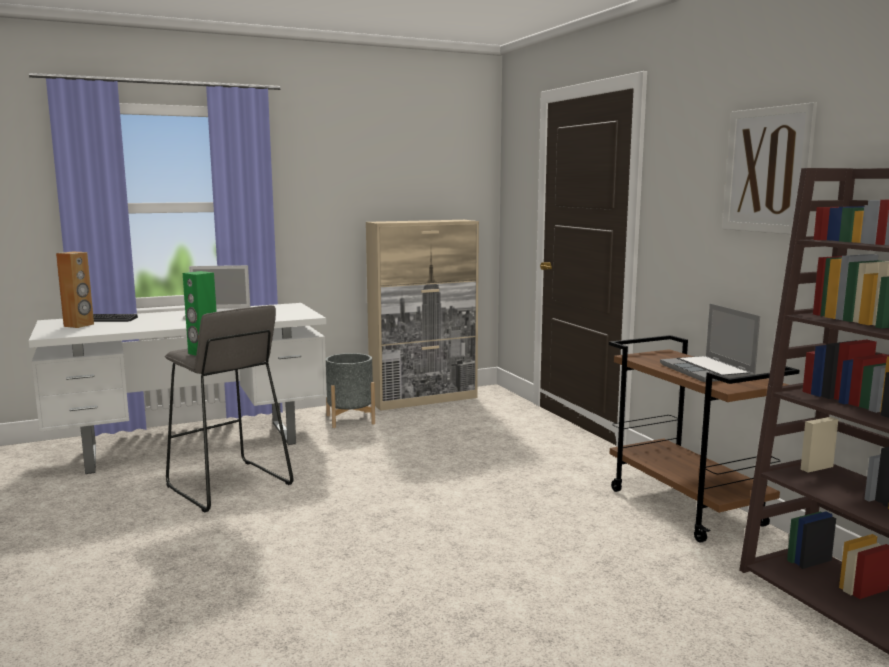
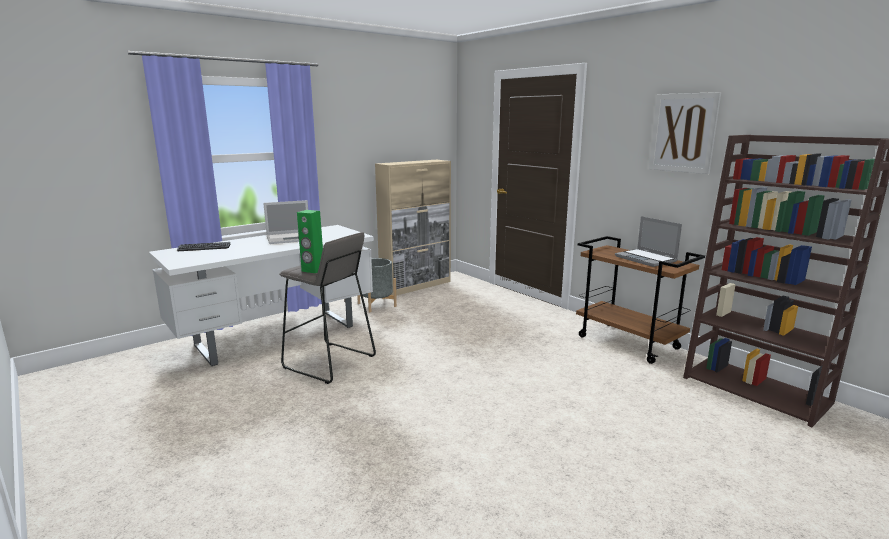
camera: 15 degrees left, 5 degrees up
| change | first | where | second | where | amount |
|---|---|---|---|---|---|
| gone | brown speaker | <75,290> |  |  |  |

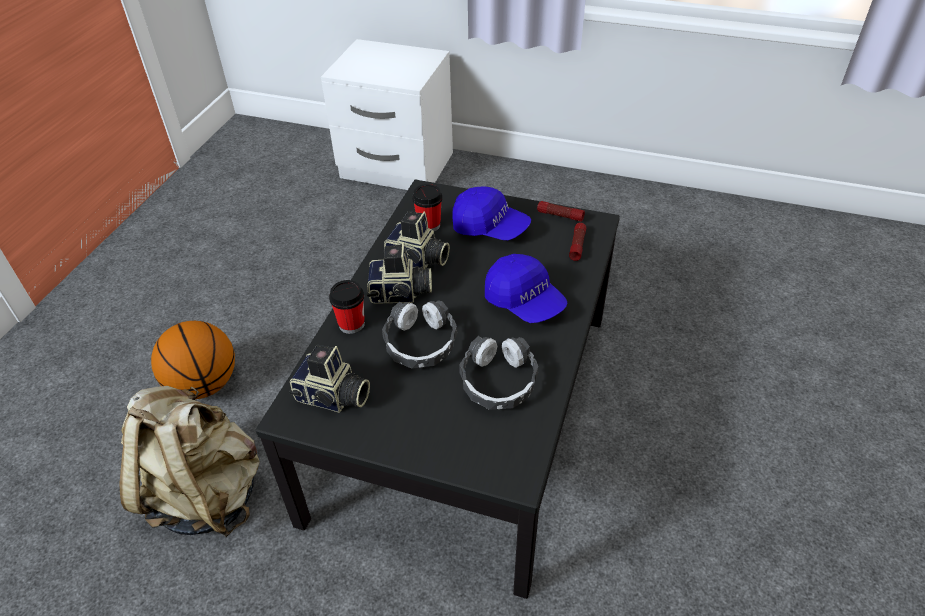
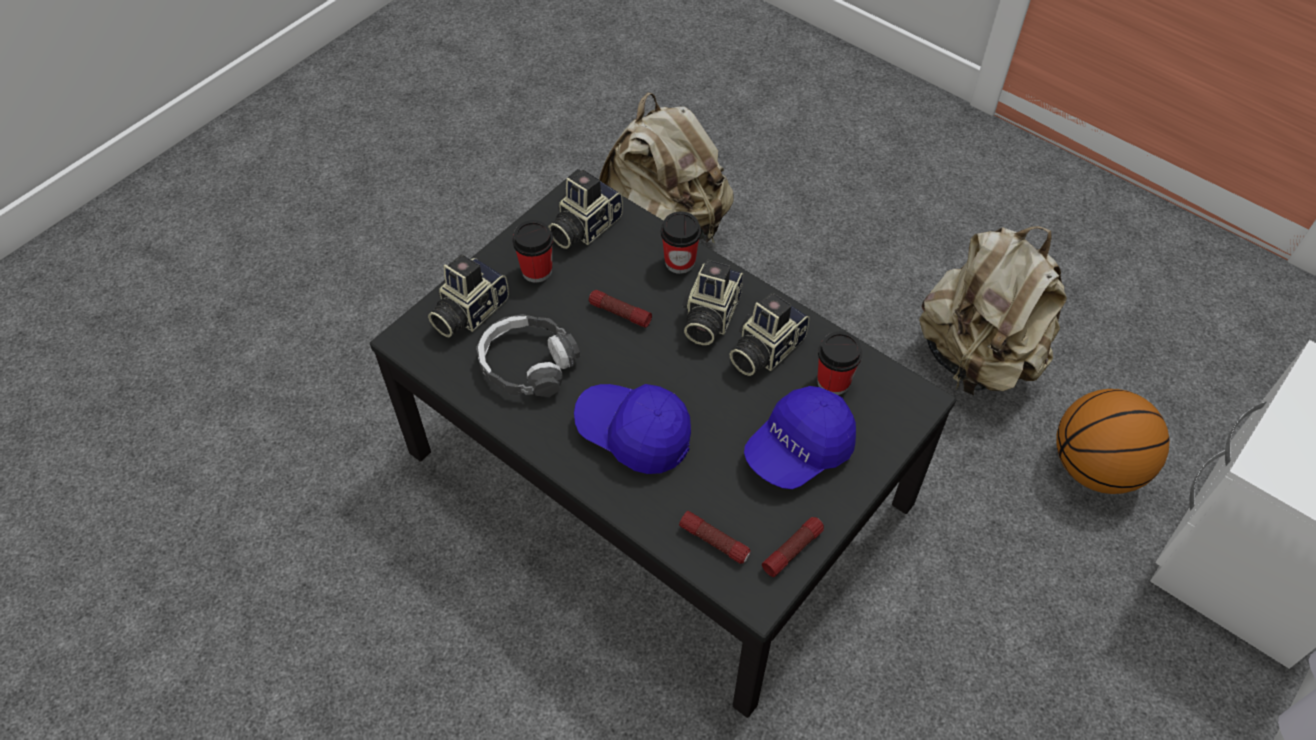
camera: 110 degrees right, 10 degrees up
| change | first | where | second | where | amount |
|---|---|---|---|---|---|
| shifted | basketball | <193,360> |  | <1113,441> |  |
| swapped | headphones | <419,334> | flashlight | <620,309> |  |
| rotated | blue cap | <526,288> |  | <632,429> | 45 degrees clockwise |
| new |  |  | photo camera | <468,295> |  |
| new |  |  | cup | <532,251> |  |
| new |  |  | beige backpack | <993,310> |  |

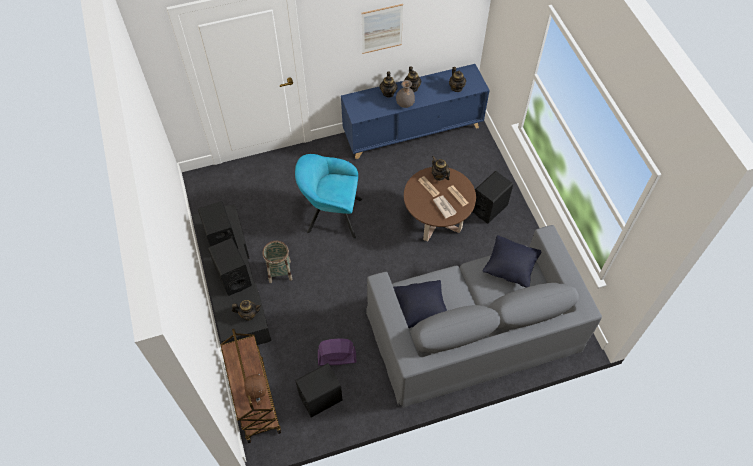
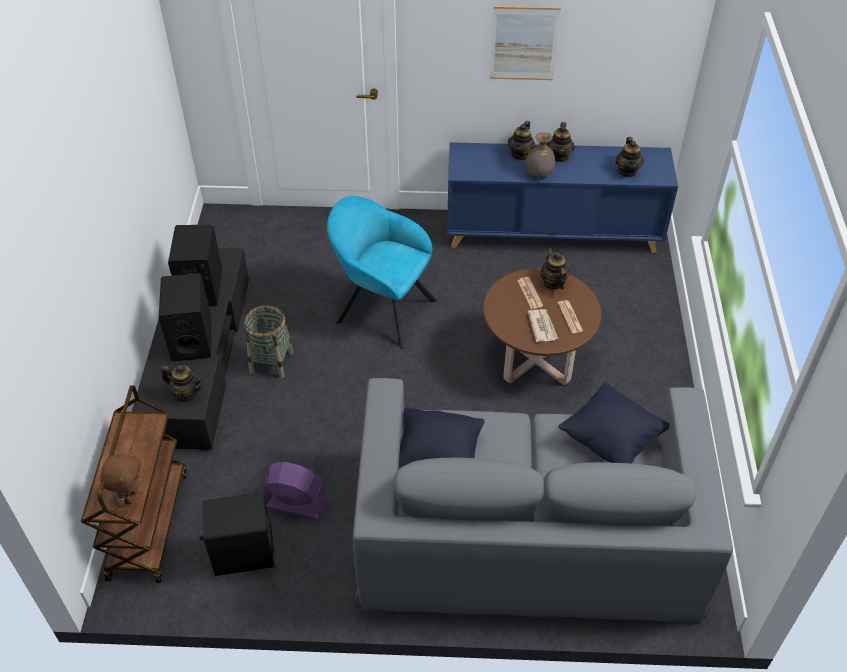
camera: 20 degrees right, 10 degrees down
| change | first | where | second | where | amount |
|---|---|---|---|---|---|
| gone | black speaker | <492,197> |  |  |  |

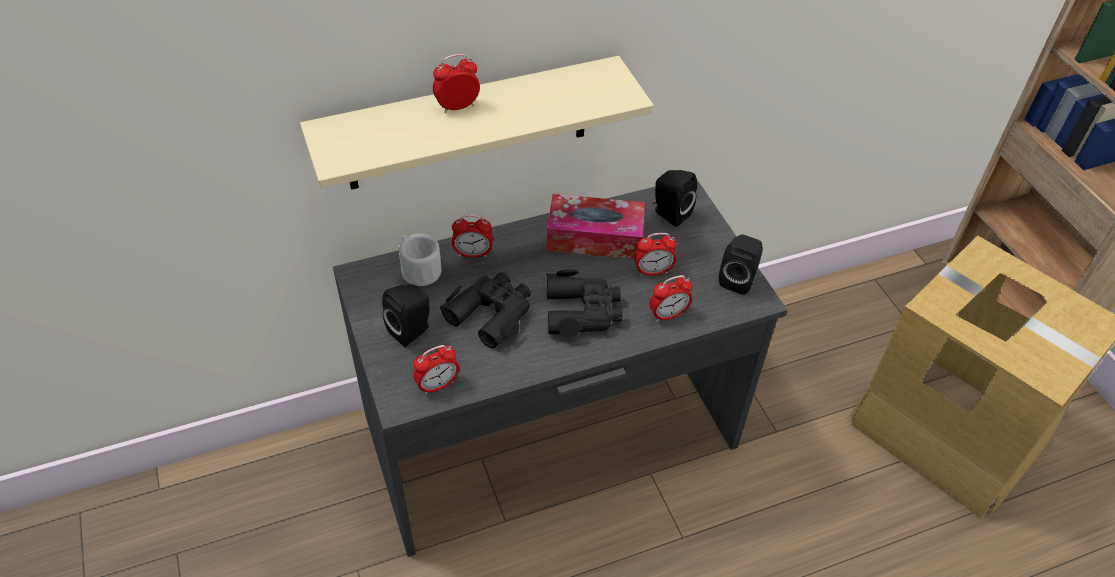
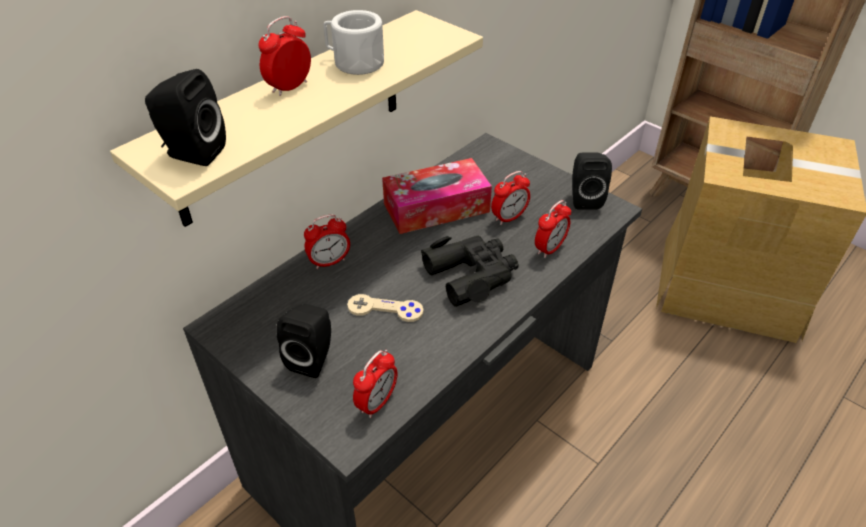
camera: 25 degrees left, 5 degrees down
| change | first | where | second | where | amount |
|---|---|---|---|---|---|
| shifted | white mug | <420,260> |  | <353,42> |  |
| swapped | black binoculars | <485,310> | beige game controller | <385,308> |  |
| shifted | black speaker | <675,198> |  | <185,117> |  |

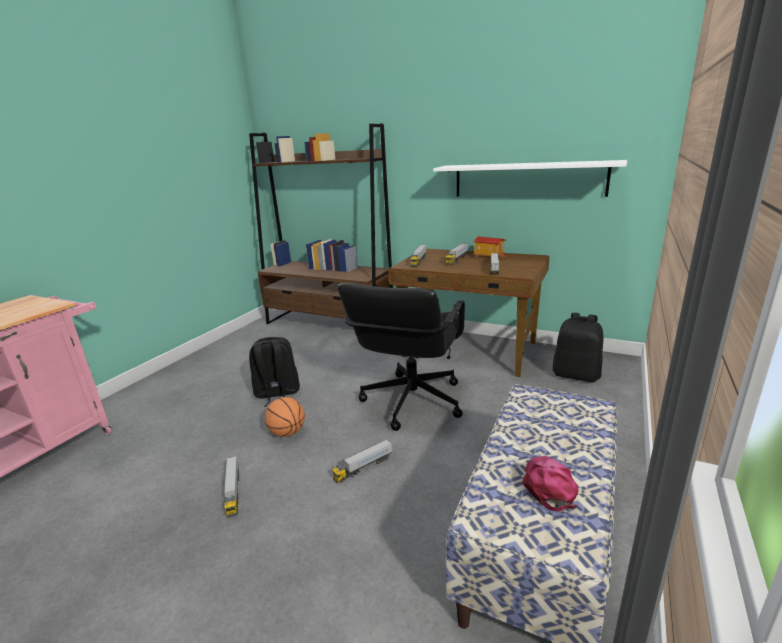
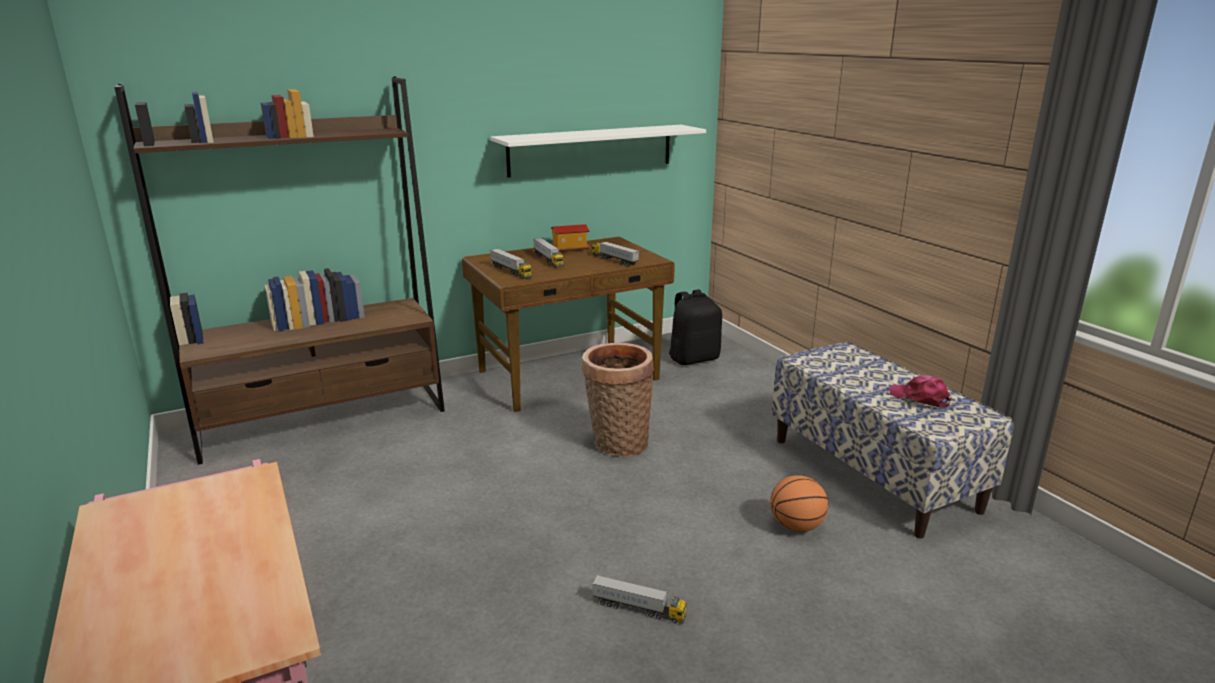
camera: 55 degrees left, 0 degrees up
| change | first | where | second | where | amount |
|---|---|---|---|---|---|
| gone | black backpack | <274,372> |  |  |  |
| shifted | basketball | <285,417> |  | <799,503> |  |
| gone | toy truck | <362,461> |  |  |  |
| swapped | black office chair | <401,357> | basket | <618,400> |  |

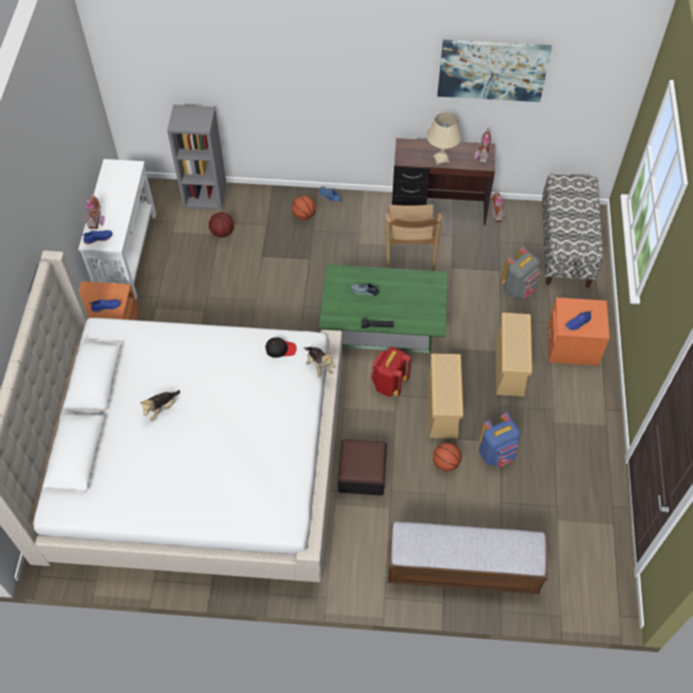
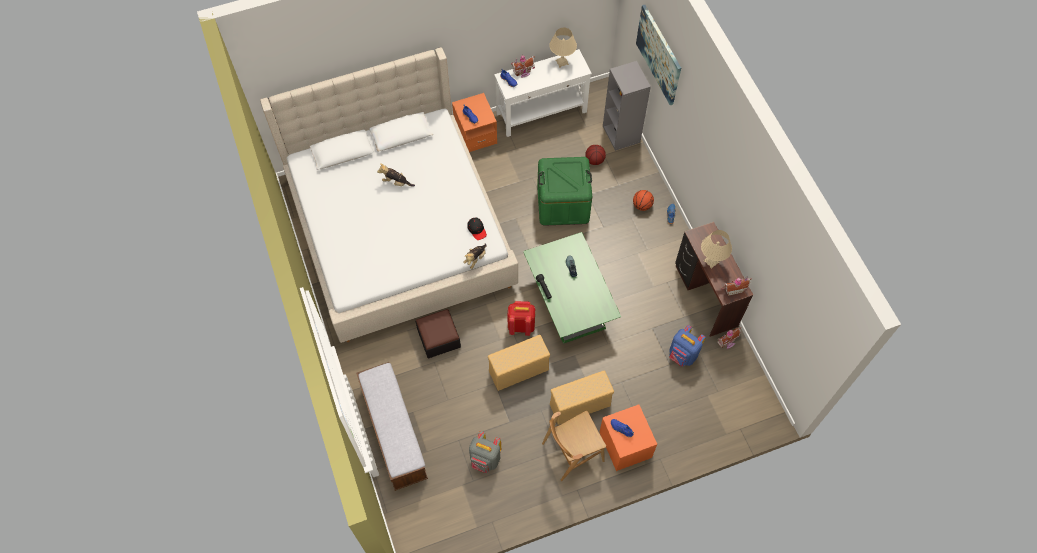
camera: 65 degrees right, 5 degrees up
| change | first | where | second | where | amount |
|---|---|---|---|---|---|
| shifted | brown chair | <413,237> |  | <574,446> |  |
| gone | basketball | <447,457> |  |  |  |
| shifted | picture | <494,71> |  | <658,55> |  |
| shifted | blue backpack | <500,439> |  | <687,345> |  |
| shifted | grey backpack | <521,273> |  | <485,452> |  |
| gone | bench | <572,231> |  |  |  |
| new |  |  | green storage box | <564,191> |  |
| new |  |  | beige table lamp | <563,48> |  |

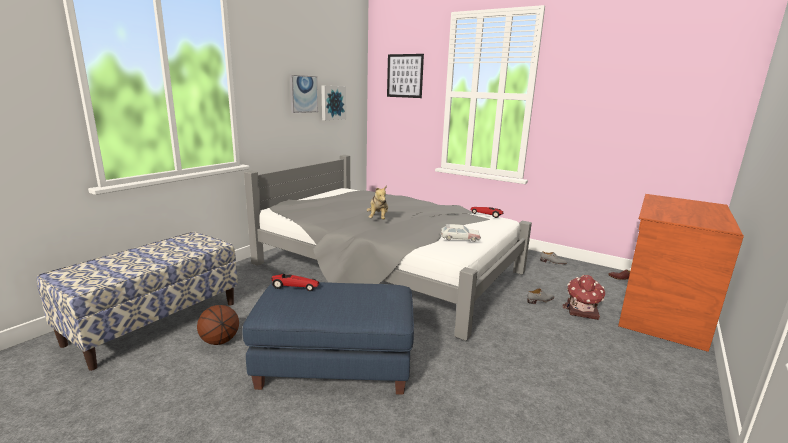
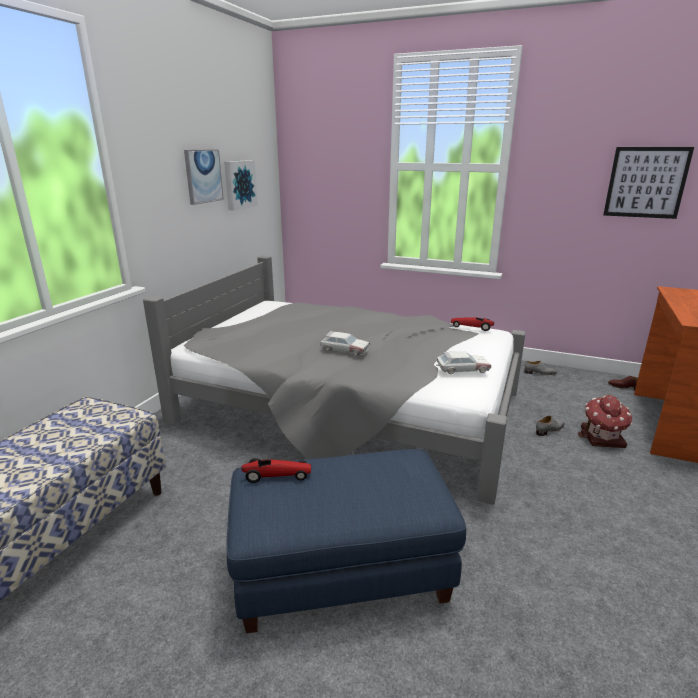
camera: 10 degrees left, 5 degrees up
| change | first | where | second | where | amount |
|---|---|---|---|---|---|
| gone | basketball | <218,325> |  |  |  |
| swapped | plush toy | <377,202> | toy car | <345,343> |  |
| shifted | picture | <405,76> |  | <648,183> |  |

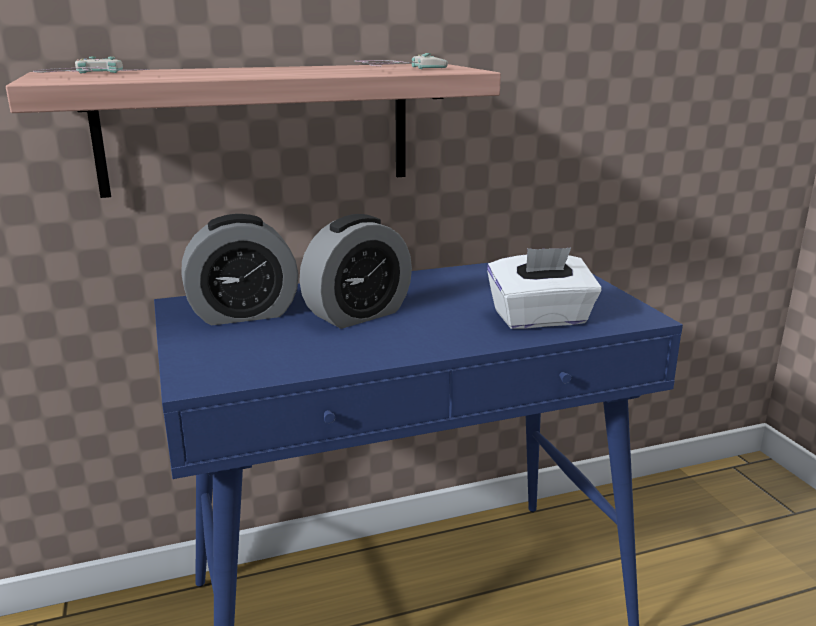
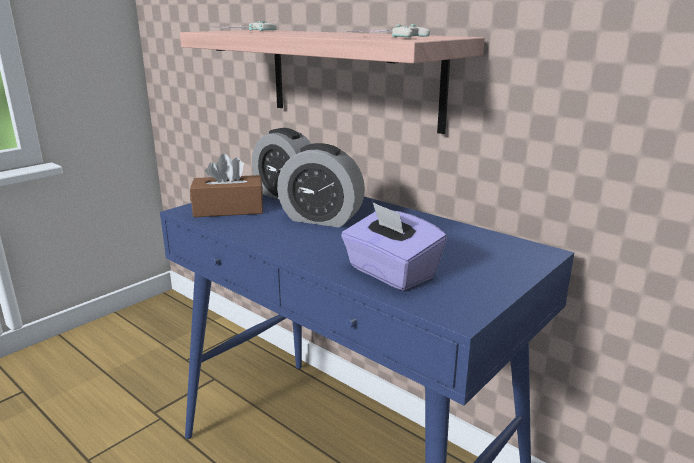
camera: 60 degrees right, 0 degrees up
| change | first | where | second | where | amount |
|---|---|---|---|---|---|
| repainted | white tissue box | <544,288> | purple tissue box | <394,246> |  |
| new |  |  | brown tissue box | <226,185> |  |

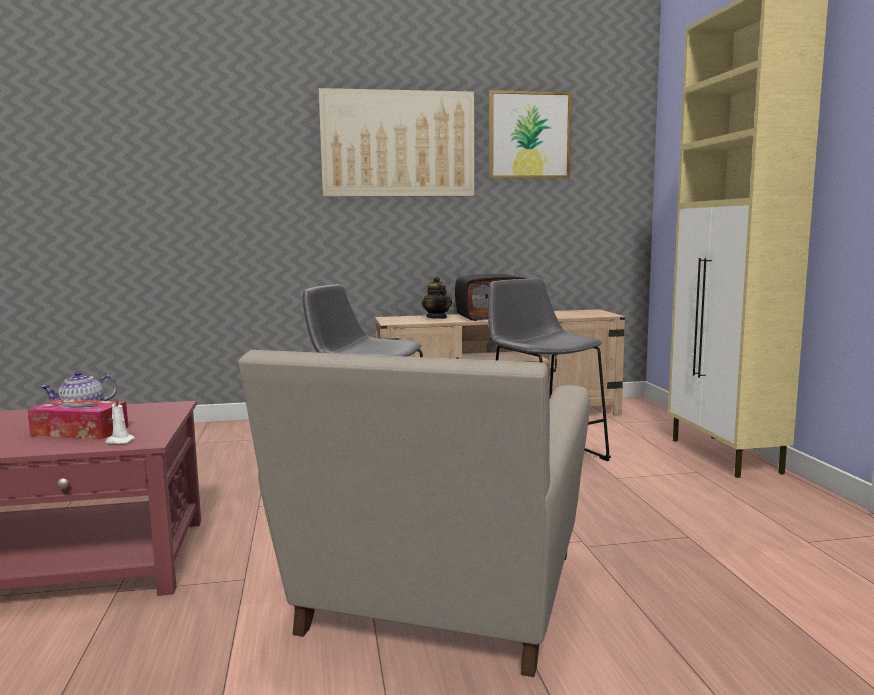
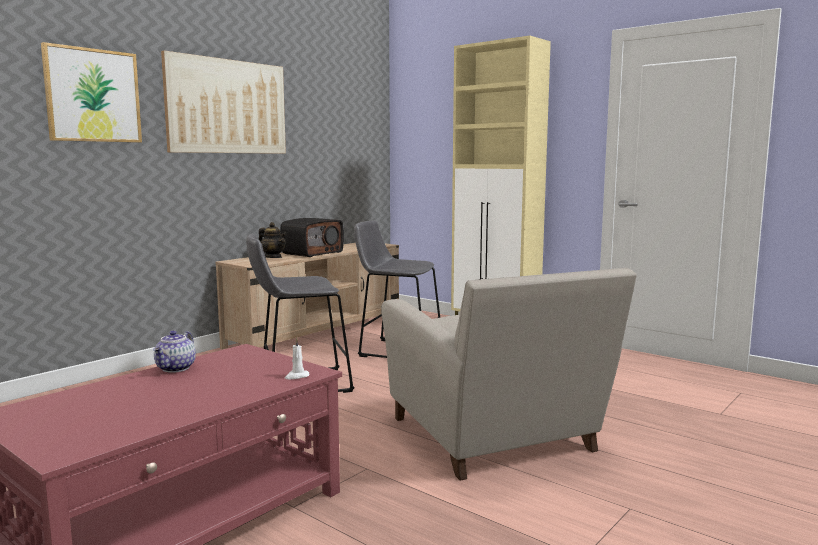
camera: 40 degrees left, 0 degrees up
| change | first | where | second | where | amount |
|---|---|---|---|---|---|
| gone | tissue box | <77,419> |  |  |  |
| shifted | picture | <530,134> |  | <91,92> |  |

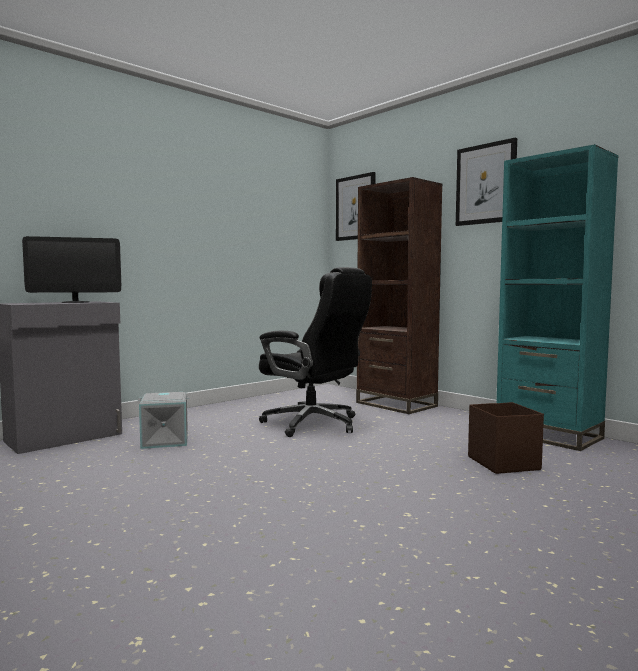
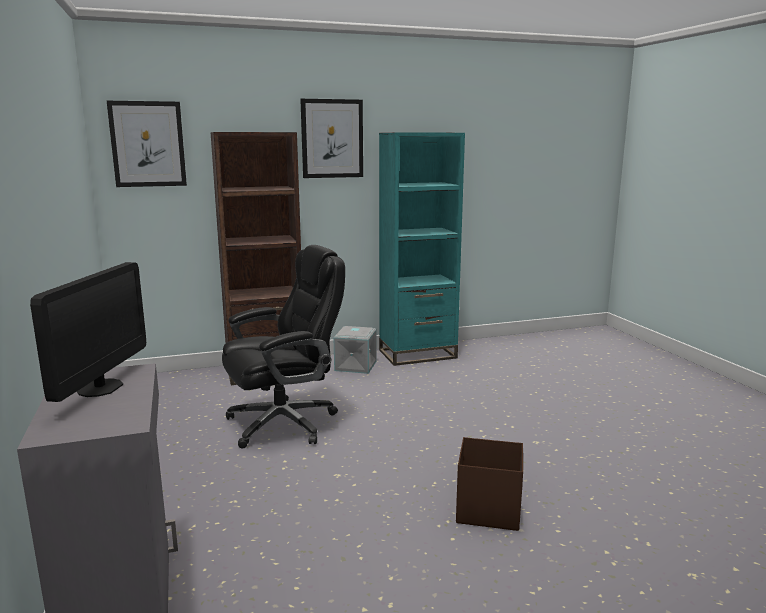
camera: 65 degrees left, 10 degrees up
| change | first | where | second | where | amount |
|---|---|---|---|---|---|
| shifted | grey storage box | <163,420> |  | <354,350> |  |
| shifted | brown storage box | <506,438> |  | <489,484> |  |

